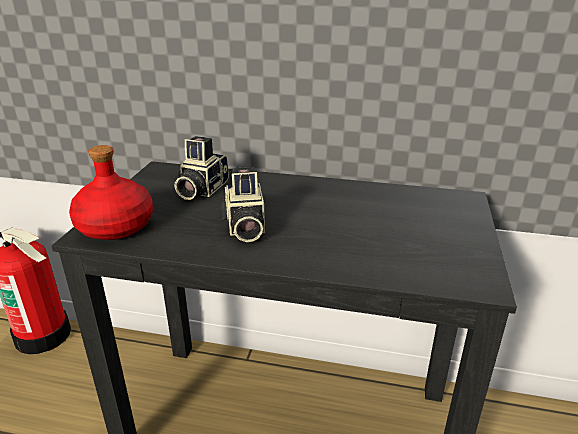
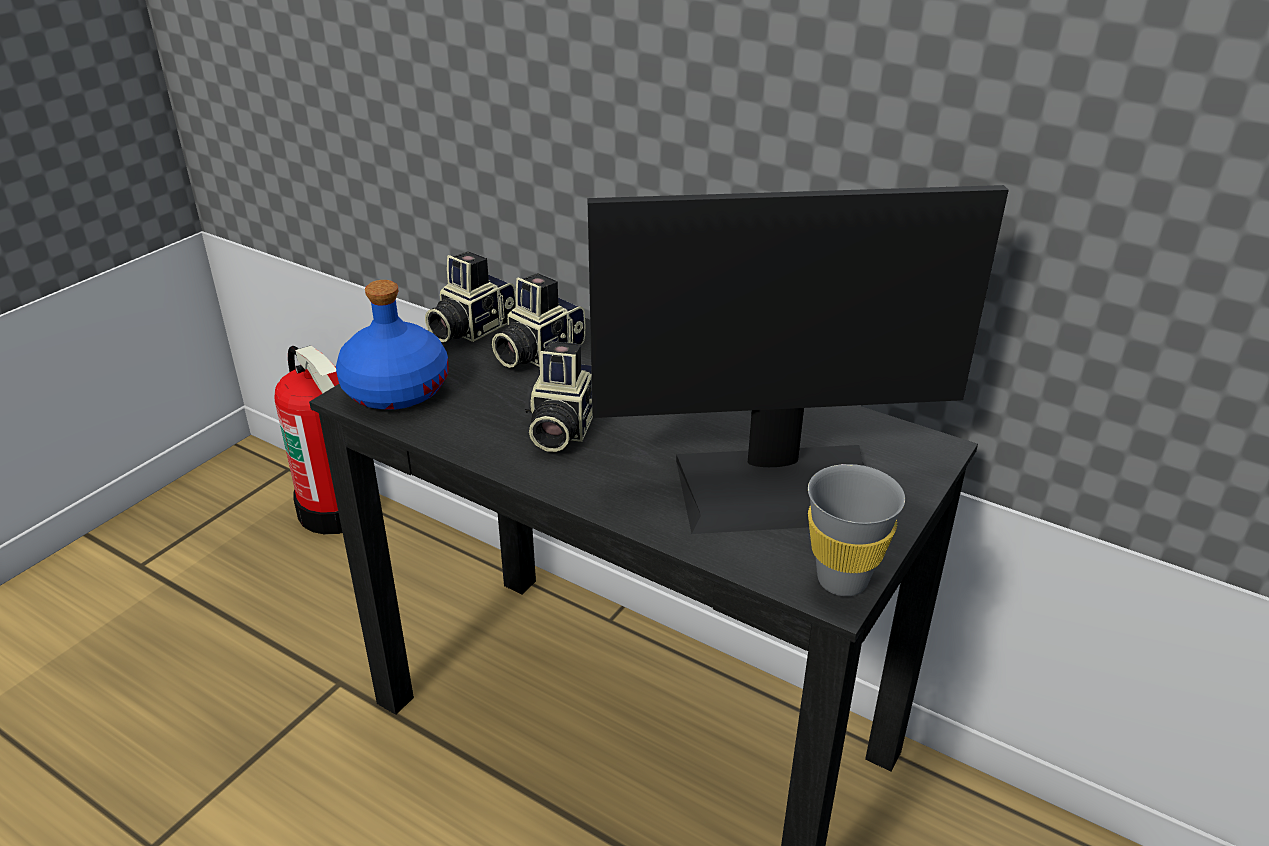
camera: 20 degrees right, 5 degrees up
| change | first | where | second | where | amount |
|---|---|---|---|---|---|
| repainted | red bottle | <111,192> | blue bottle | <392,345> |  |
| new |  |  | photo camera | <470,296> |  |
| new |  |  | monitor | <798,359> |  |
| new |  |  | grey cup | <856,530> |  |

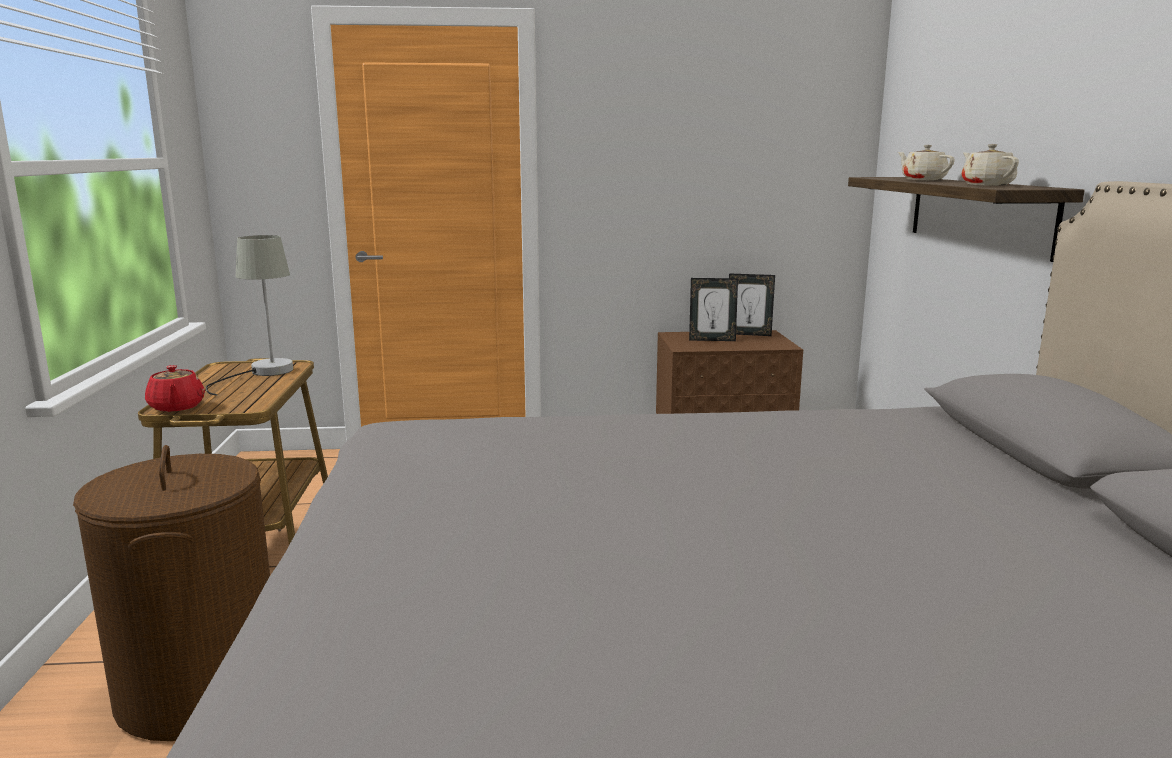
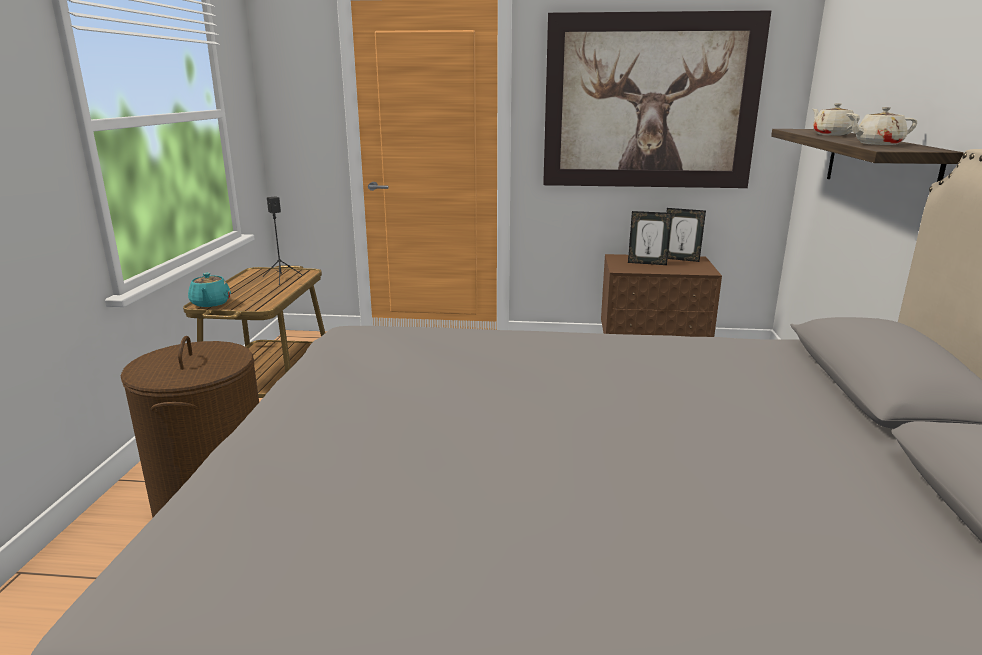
camera: 10 degrees right, 5 degrees up
| change | first | where | second | where | amount |
|---|---|---|---|---|---|
| repainted | red teapot | <175,388> | turquoise teapot | <209,290> |  |
| swapped | grey table lamp | <249,315> | black speaker | <282,240> |  |
| rotated | beige teapot | <990,165> |  | <882,126> | 90 degrees counterclockwise |
| new |  |  | picture | <657,99> |  |

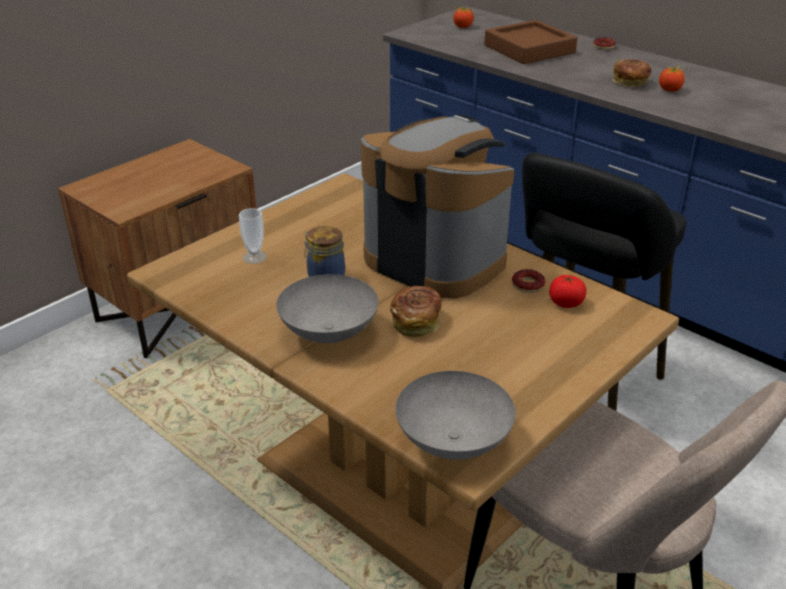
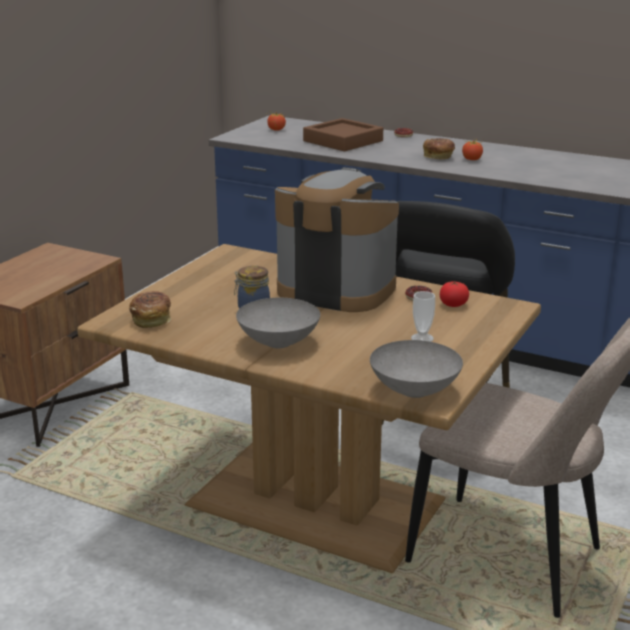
camera: 15 degrees left, 10 degrees down
| change | first | where | second | where | amount |
|---|---|---|---|---|---|
| shifted | cup | <253,236> |  | <423,316> |  |
| shifted | bread | <416,311> |  | <150,309> |  |

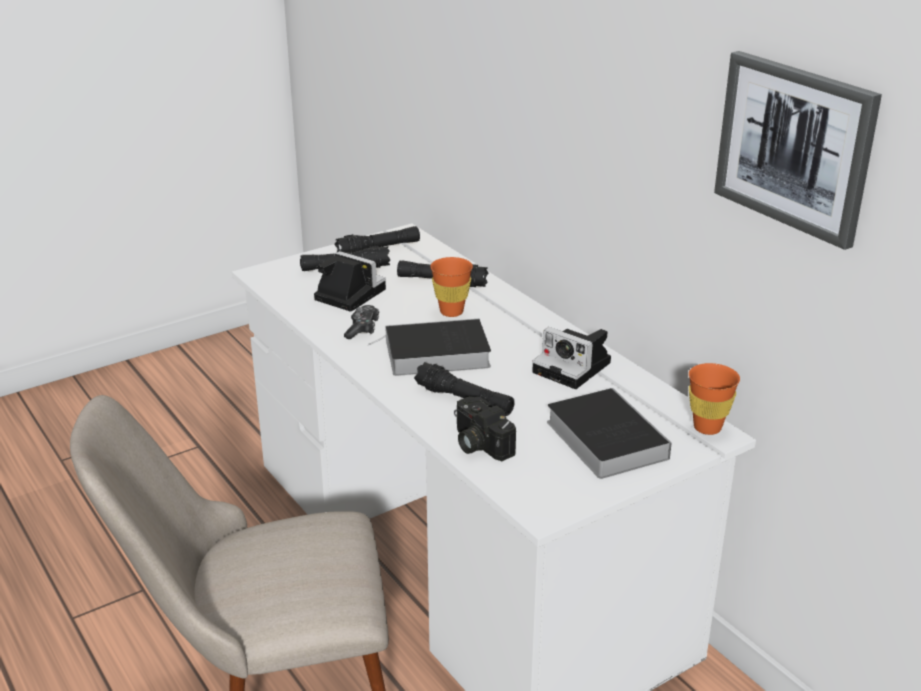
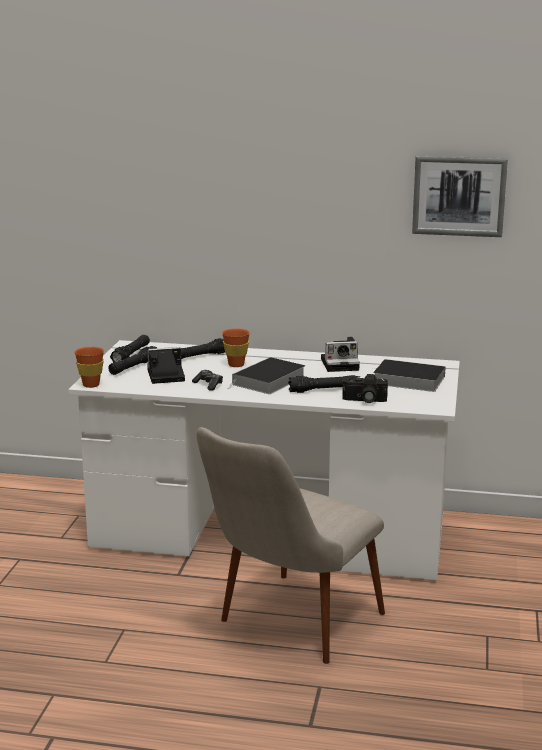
camera: 45 degrees left, 10 degrees down
| change | first | where | second | where | amount |
|---|---|---|---|---|---|
| shifted | orange cup | <714,399> |  | <89,367> |  |

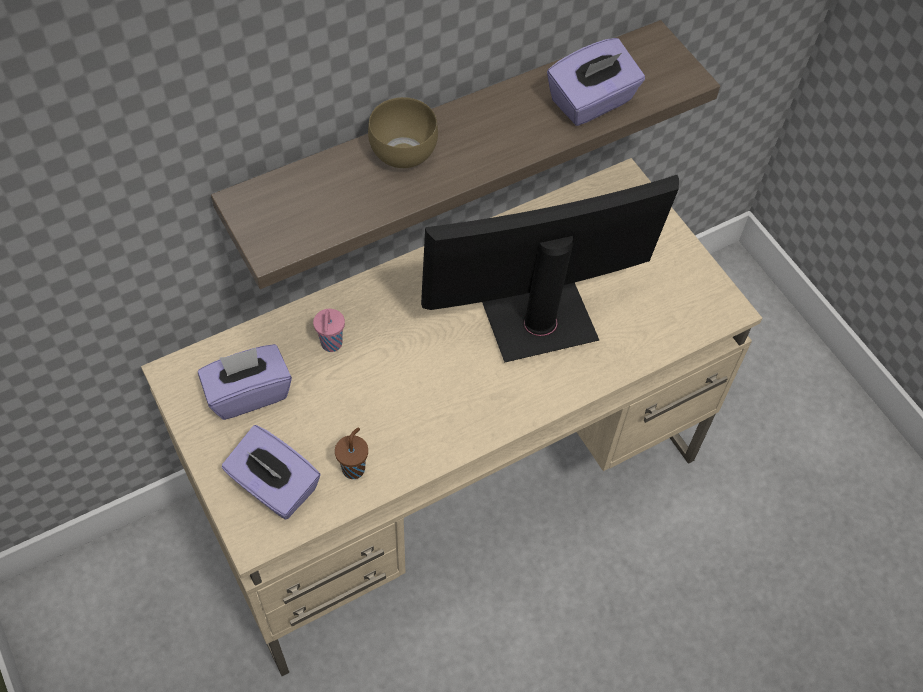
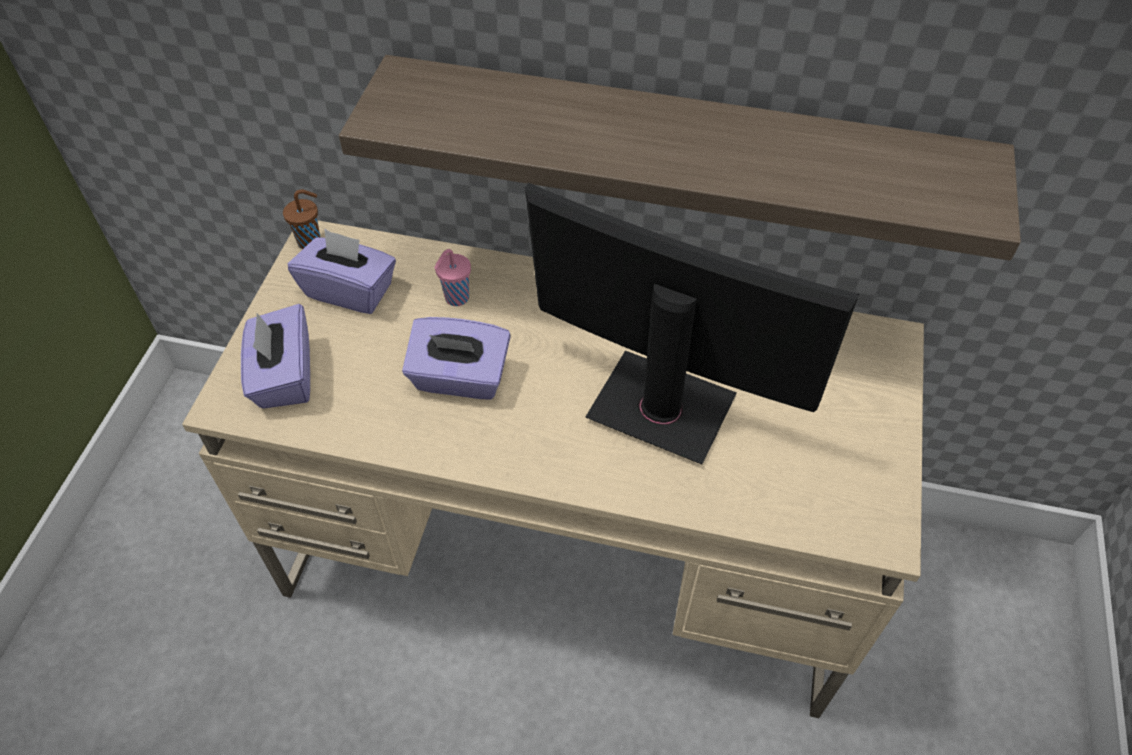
camera: 45 degrees right, 5 degrees down
| change | first | where | second | where | amount |
|---|---|---|---|---|---|
| shifted | brown cup | <351,453> |  | <301,219> |  |
| gone | brown bowl | <403,132> |  |  |  |
| shifted | purple tissue box | <596,82> |  | <456,358> |  |

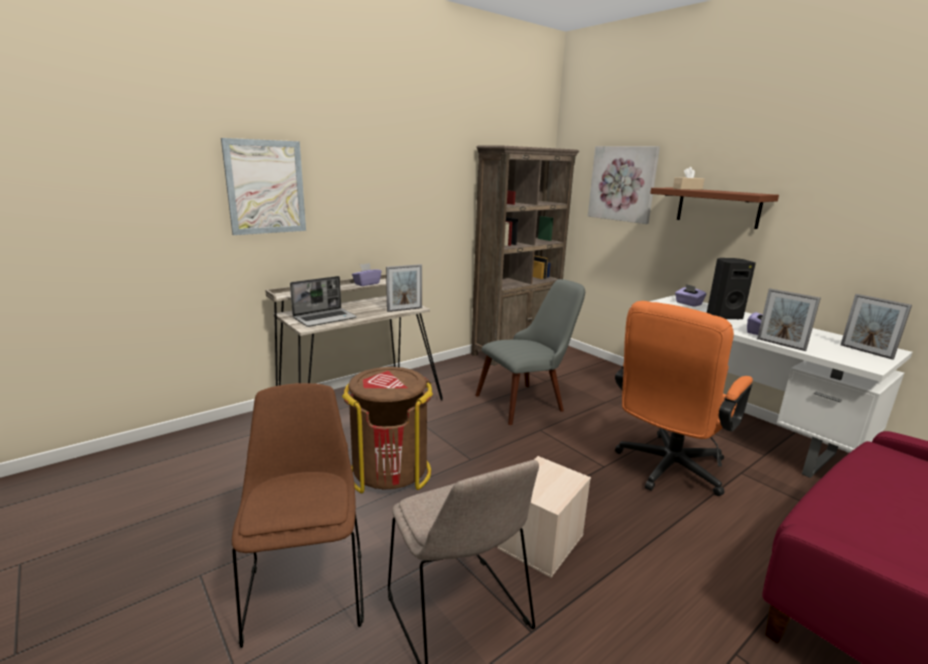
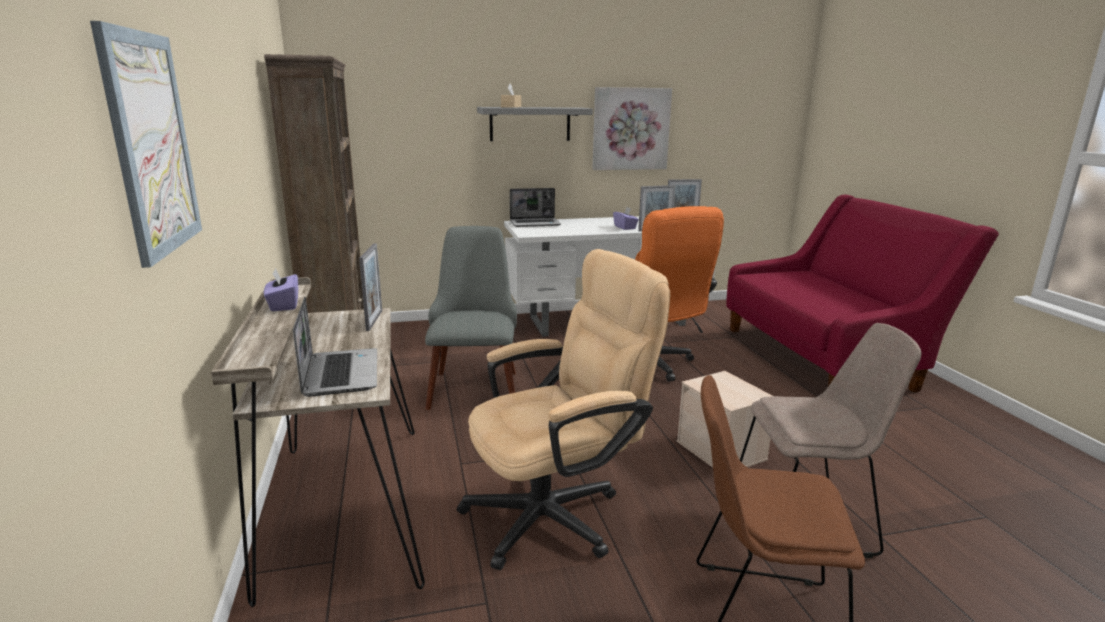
camera: 65 degrees left, 0 degrees up
| change | first | where | second | where | amount |
|---|---|---|---|---|---|
| swapped | brown trash can | <387,430> | beige office chair | <563,409> |  |
| shifted | picture | <624,185> |  | <632,128> |  |
| repainted | brown shelf | <714,208> | grey shelf | <535,124> |  |
| swapped | purple tissue box | <690,295> | laptop | <535,207> |  |
| gone | black speaker | <731,289> |  |  |  |

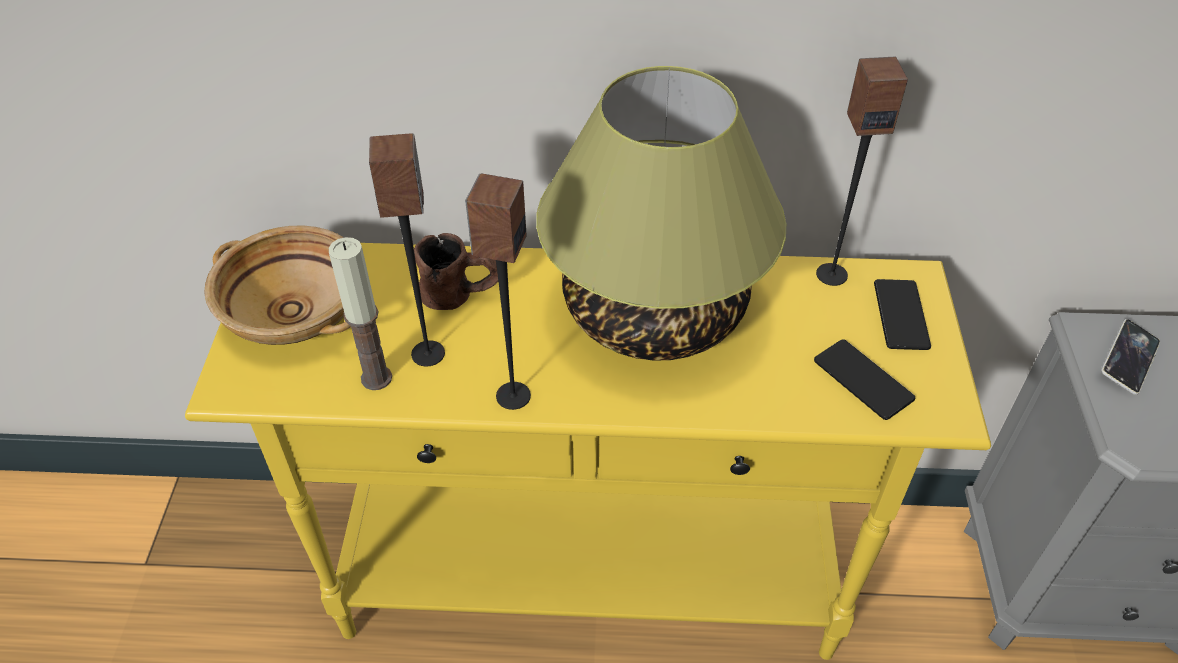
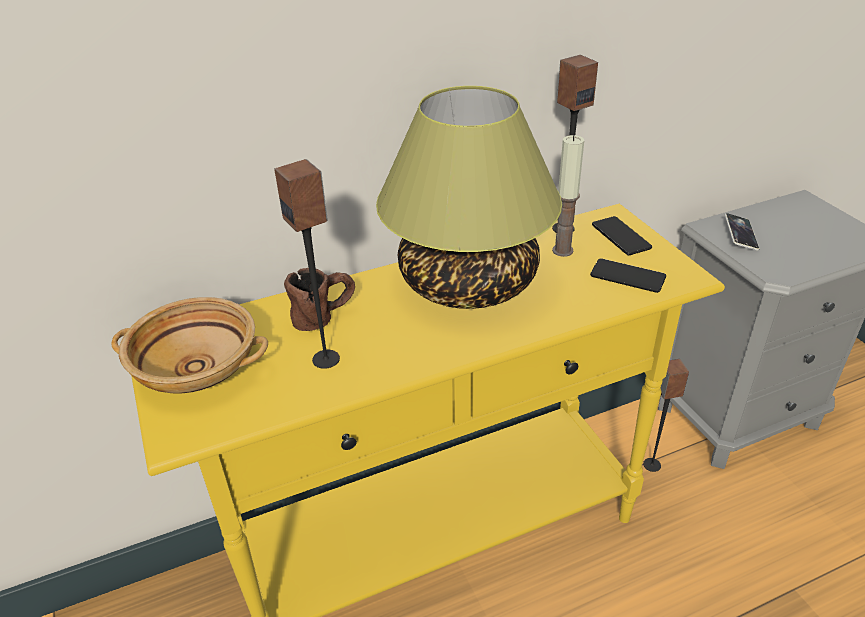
camera: 25 degrees left, 10 degrees down
| change | first | where | second | where | amount |
|---|---|---|---|---|---|
| shifted | candle | <360,313> |  | <568,196> |  |
| shifted | speaker | <498,292> |  | <666,415> |  |

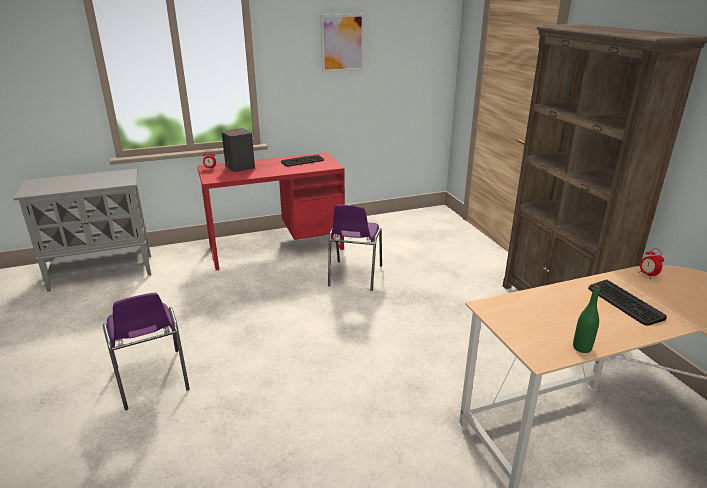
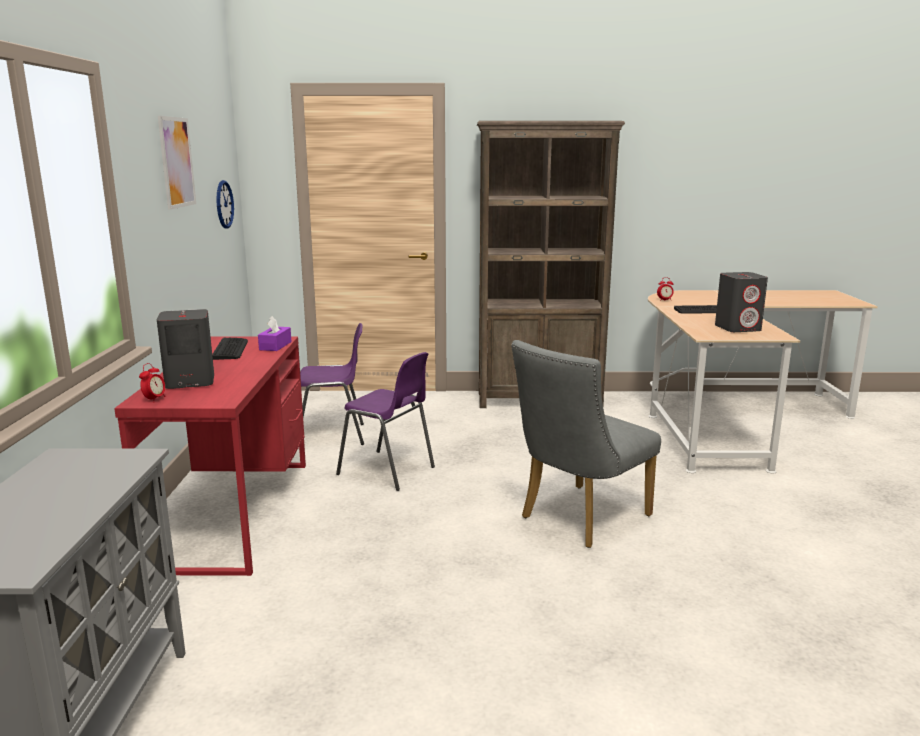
camera: 70 degrees left, 10 degrees down
| change | first | where | second | where | amount |
|---|---|---|---|---|---|
| shifted | purple chair | <146,351> |  | <332,384> |  |
| gone | green bottle | <586,319> |  |  |  |
| new |  |  | wall clock | <225,204> |  |
| new |  |  | purple tissue box | <275,333> |  |
| new |  |  | grey chair | <586,444> |  |
| new |  |  | grey speaker | <741,302> |  |

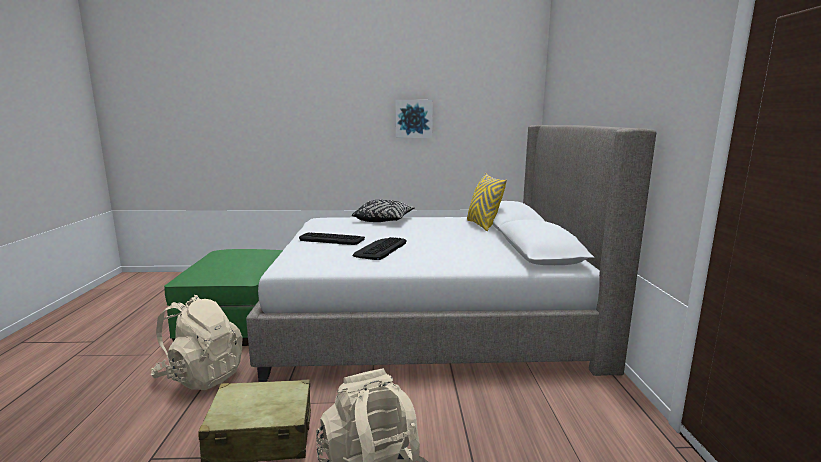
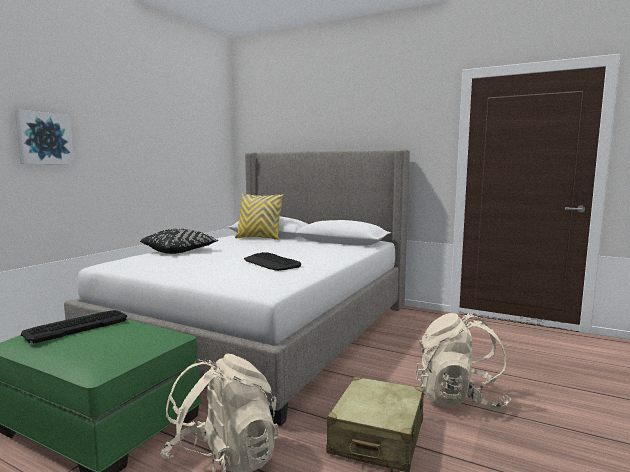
camera: 60 degrees left, 5 degrees down
| change | first | where | second | where | amount |
|---|---|---|---|---|---|
| shifted | keyboard | <332,238> |  | <74,326> |  |
| shifted | picture | <414,119> |  | <44,137> |  |

